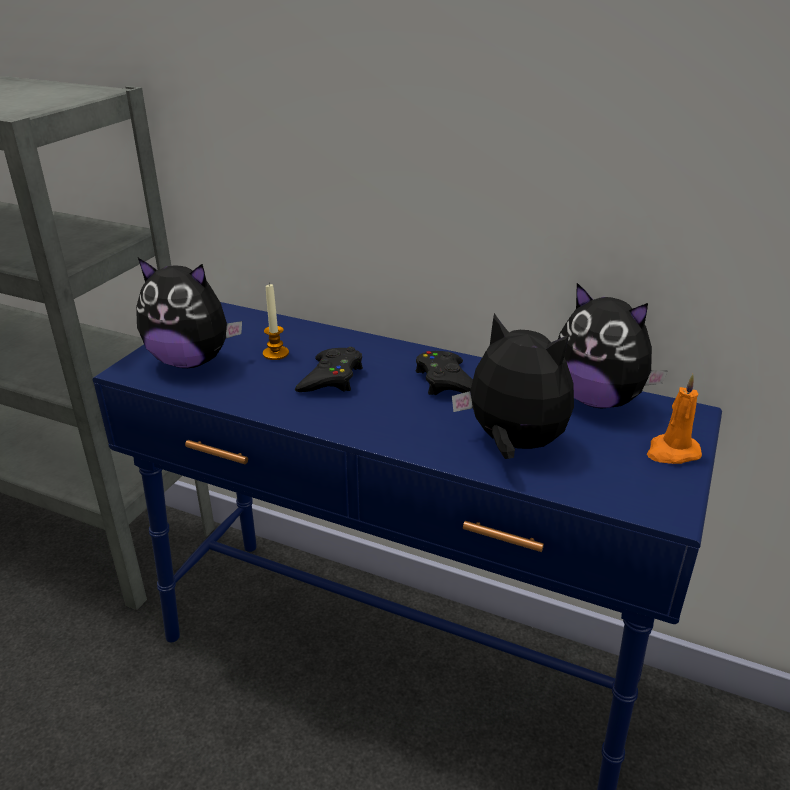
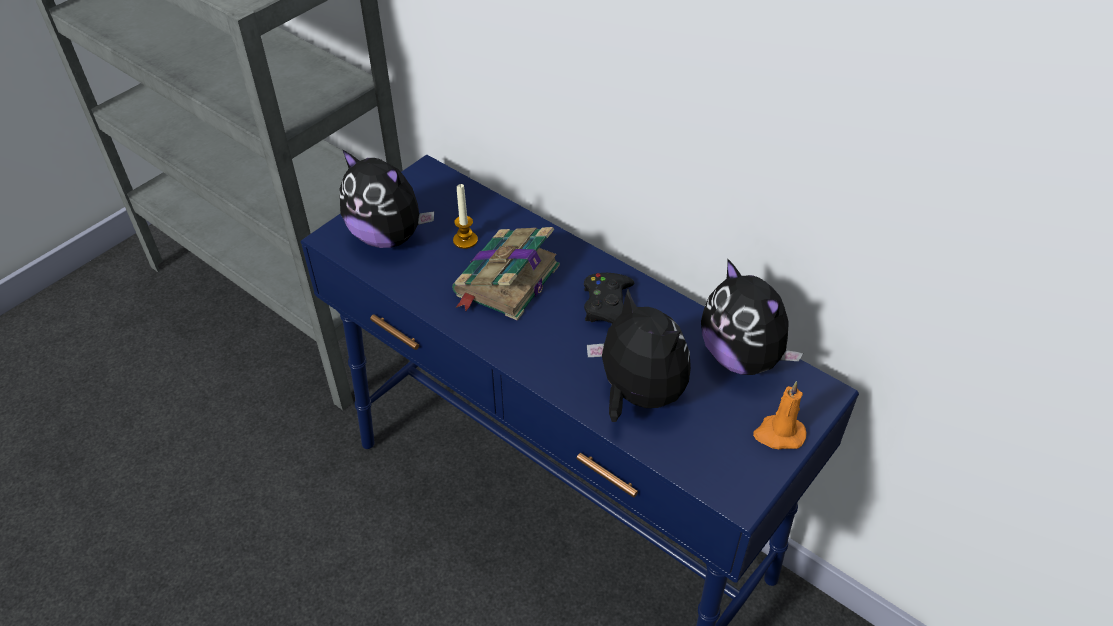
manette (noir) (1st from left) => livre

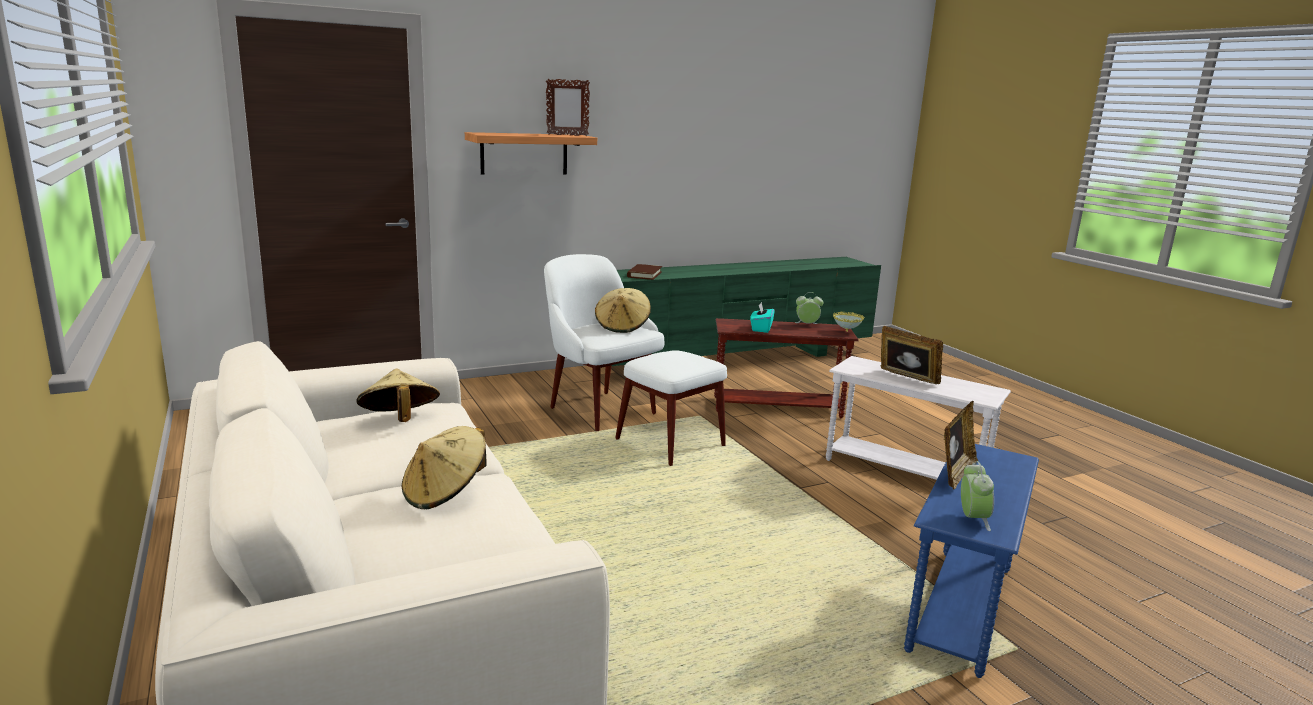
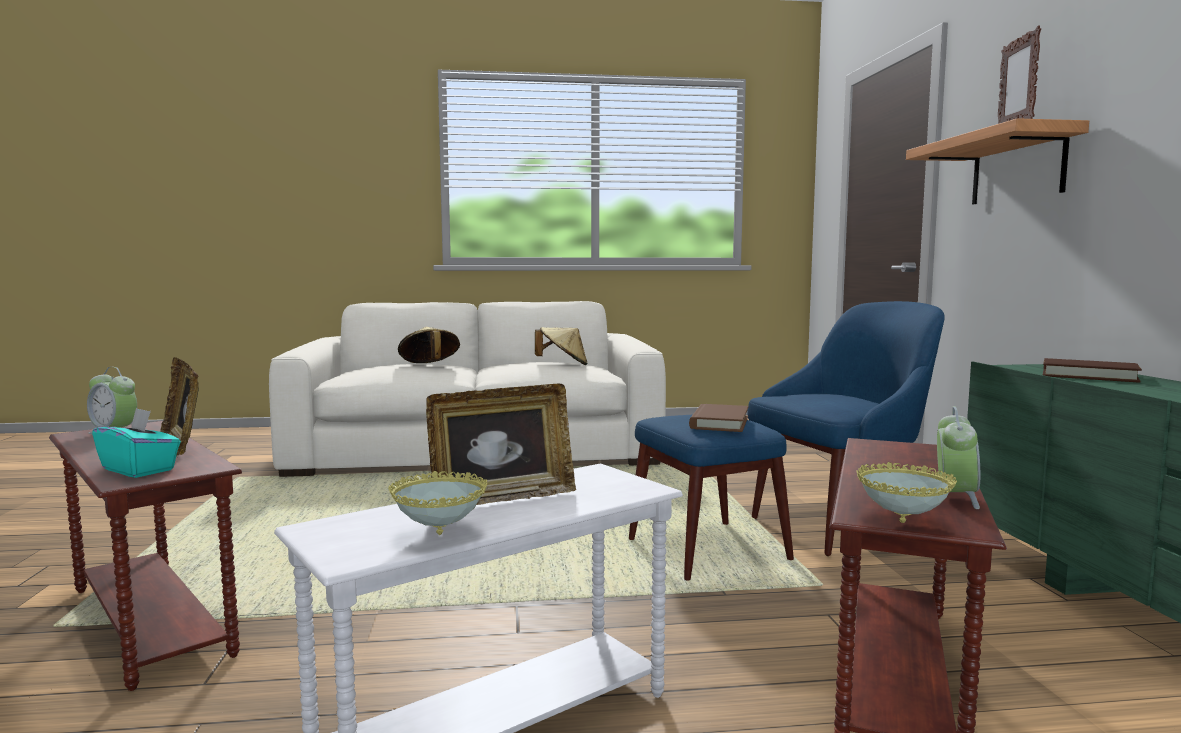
fauteuil (blanc) => fauteuil (bleu)
chapeau (beige) (3rd from left) => nothing
boîte à mouchoirs (turquoise), moved
table d'appoint (bleu) => table d'appoint (marron) (1st from left)
nothing => livre (marron) (1st from left)
nothing => bol (1st from left)

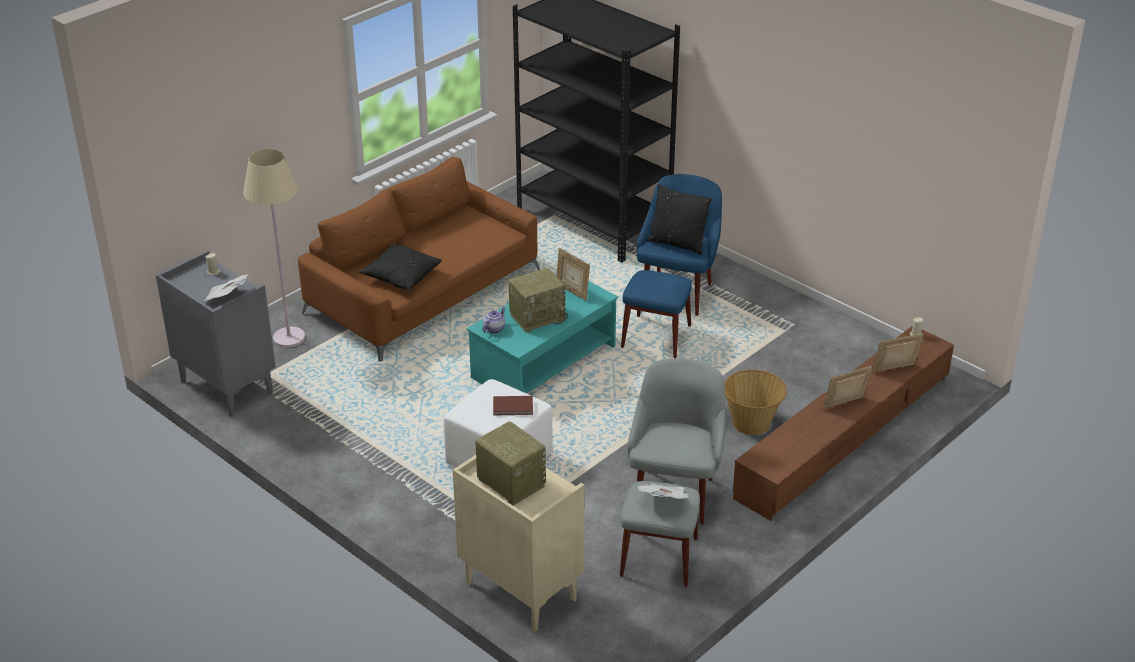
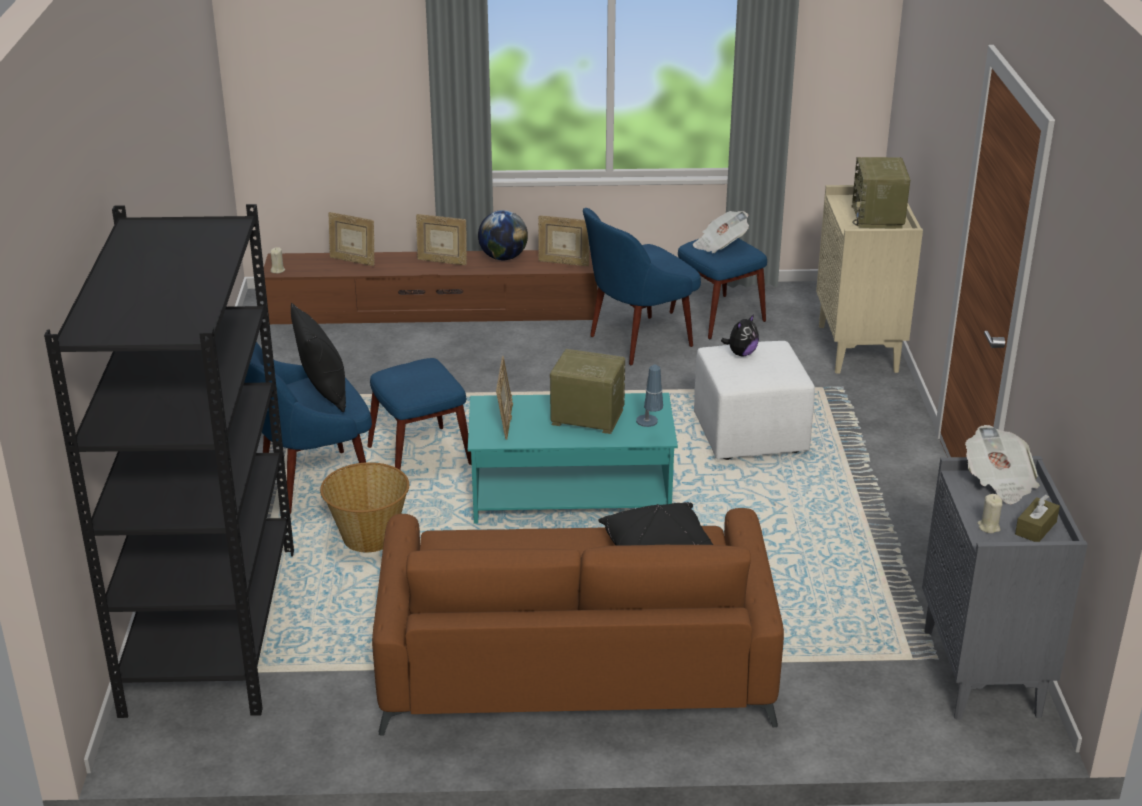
lampadaire (beige) => nothing
théière => lampe de table
fauteuil (gris) => fauteuil (bleu) (2nd from left)
panier, moved
livre (marron) => peluche
nothing => globe
nothing => cadre photo (4th from left)
nothing => boîte à mouchoirs (marron)

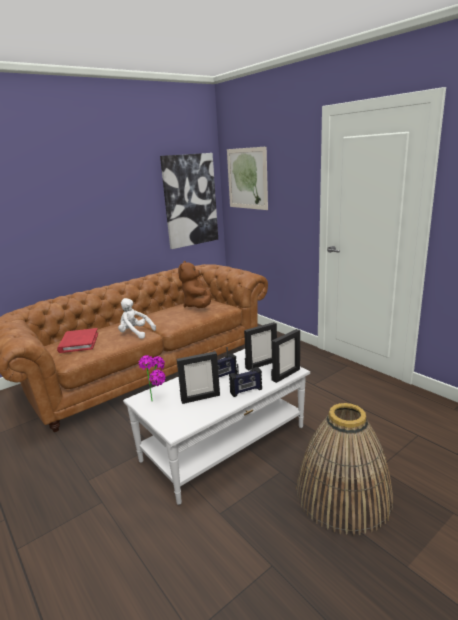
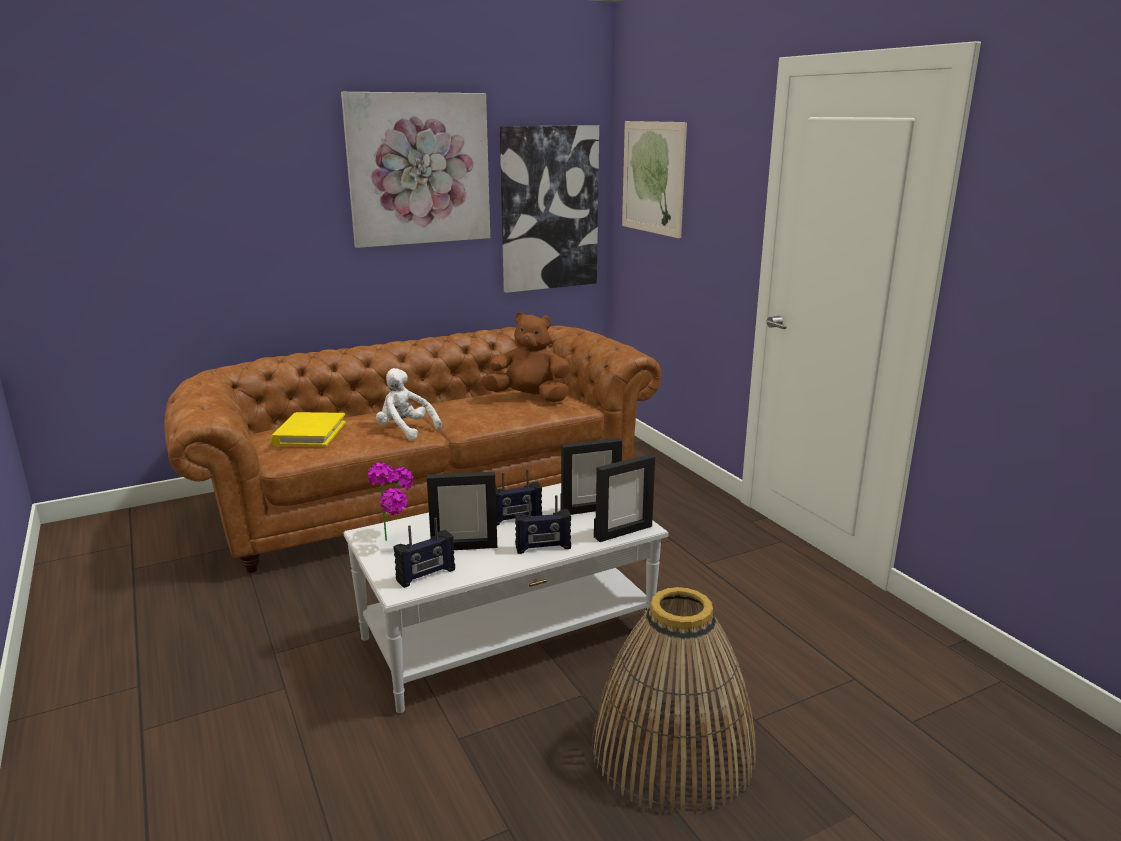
peluche (marron), 90 degrees clockwise
livre (rouge) => livre (jaune)
nothing => tableau (1st from left)
nothing => radio (1st from left)

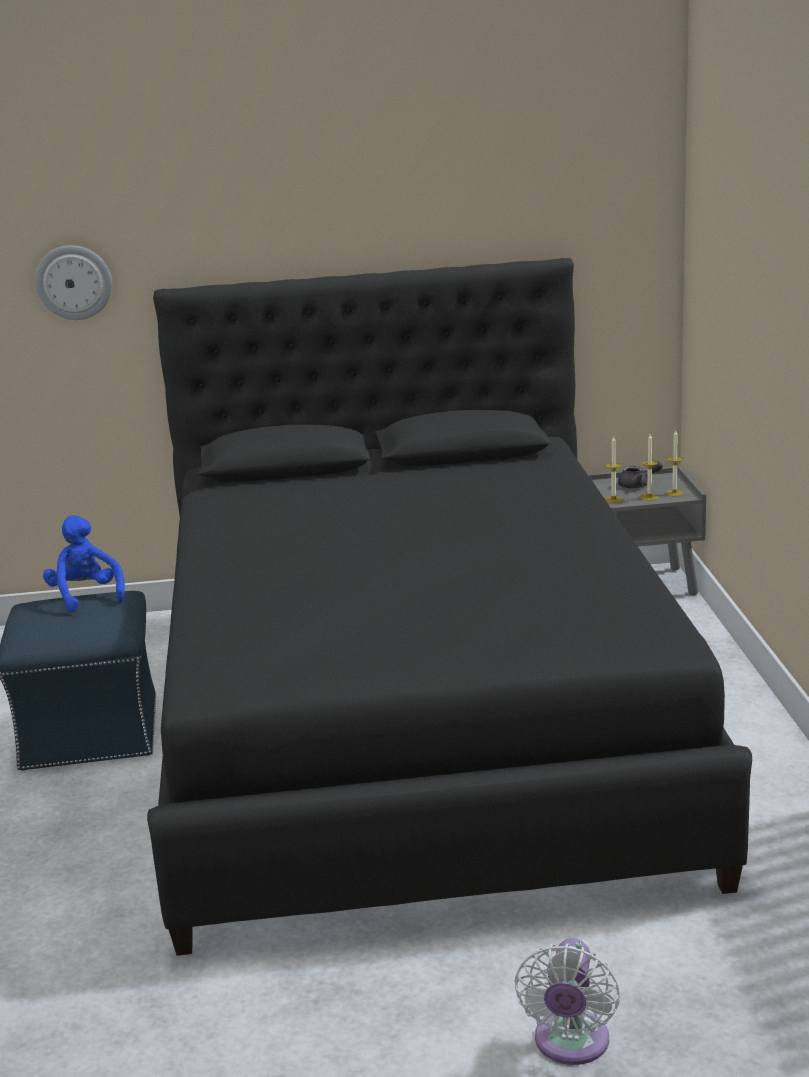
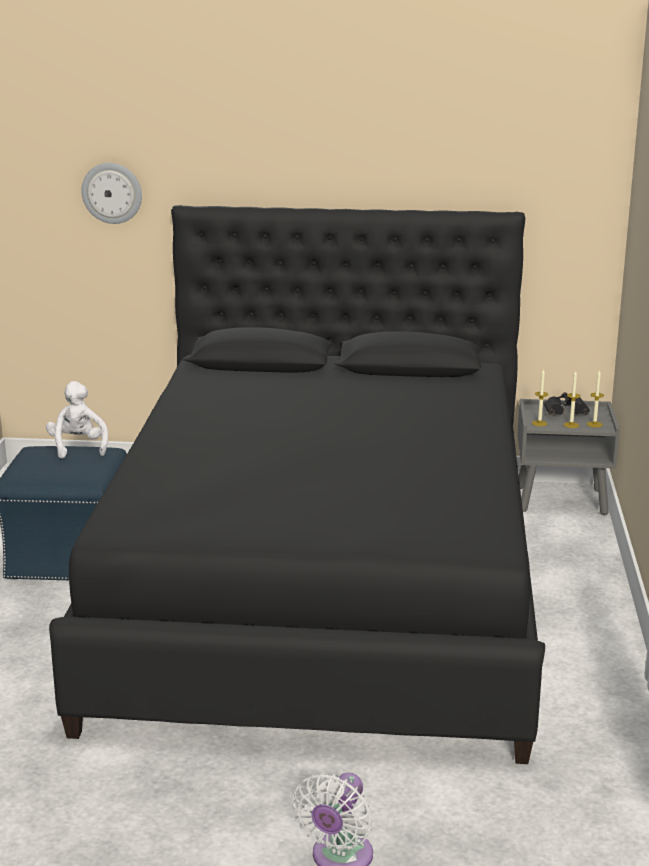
théière (gris) => jumelles (noir)
peluche (bleu) => peluche (blanc)

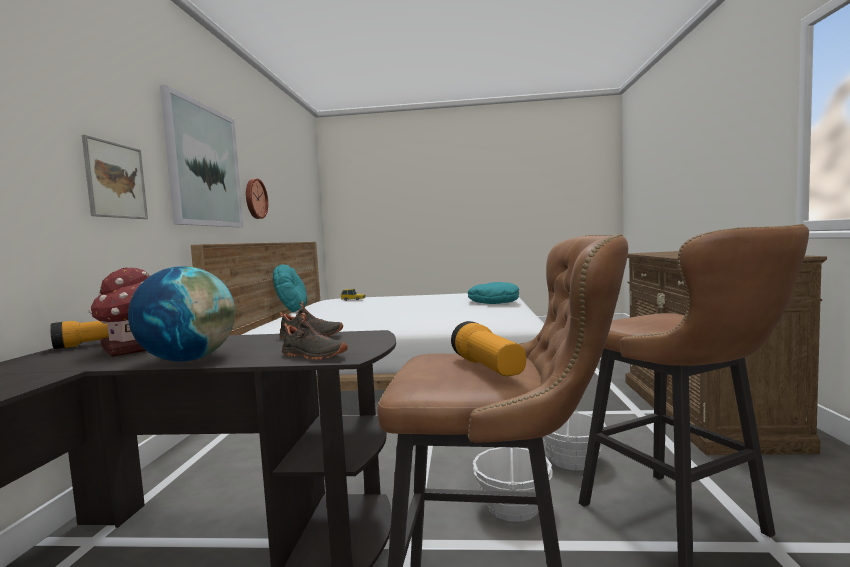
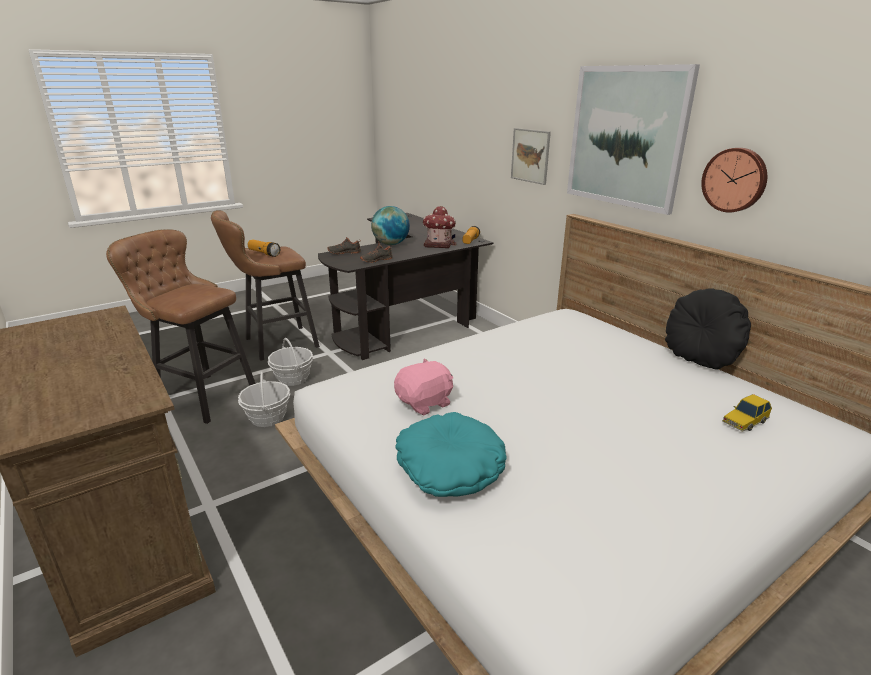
coussin (turquoise) (1st from left) => coussin (noir)
nothing => peluche (rose)

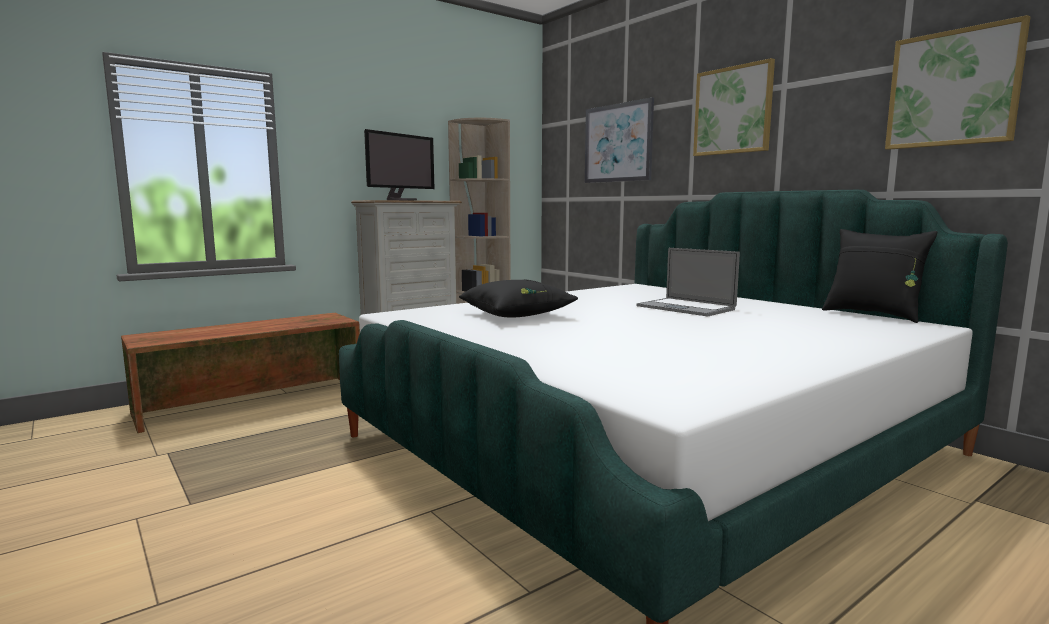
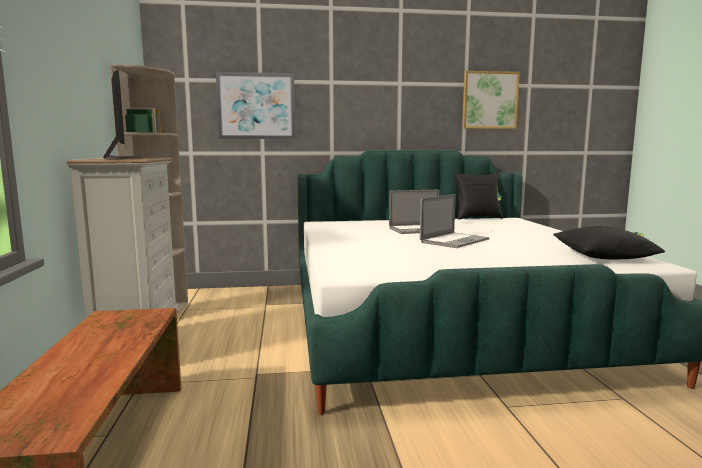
tableau (2nd from left) => nothing
coussin (noir) (1st from left in the first image) => coussin (noir) (2nd from left), moved
nothing => ordinateur portable (2nd from left)

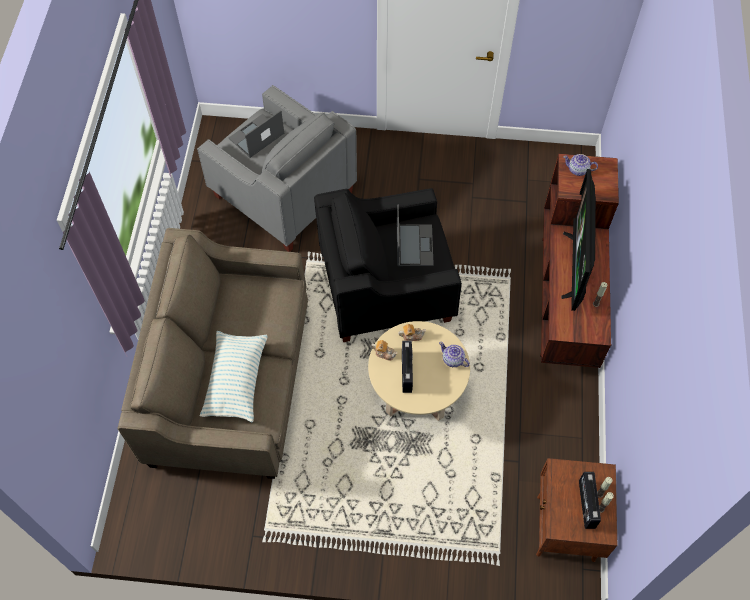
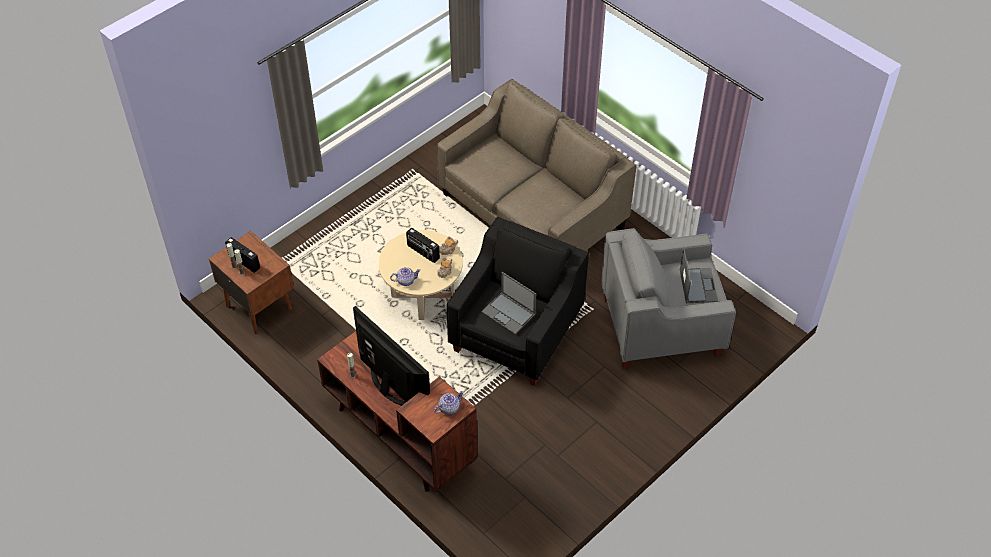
coussin => nothing

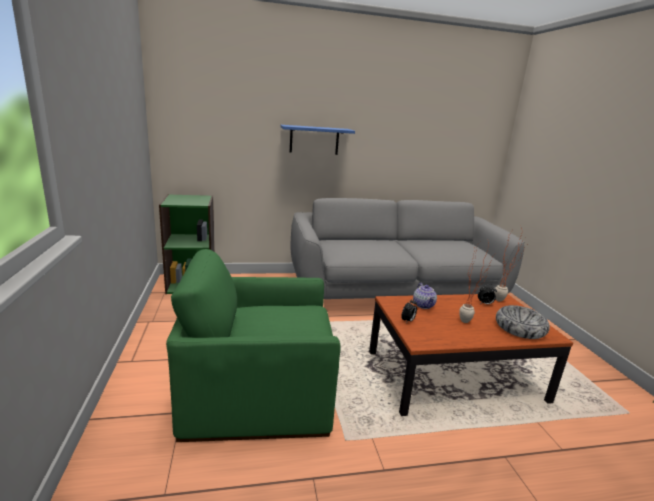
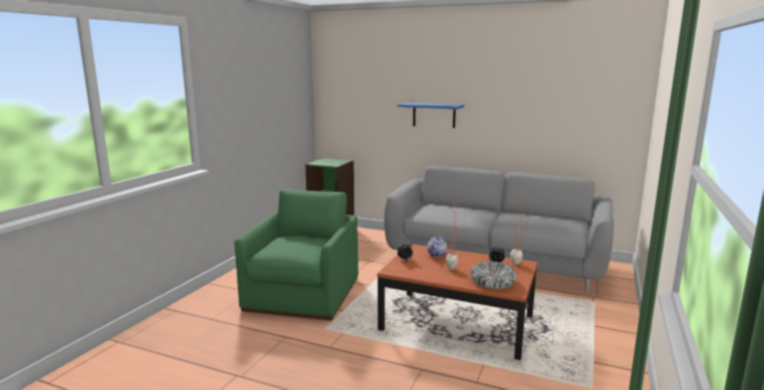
fauteuil (vert), 75 degrees clockwise

